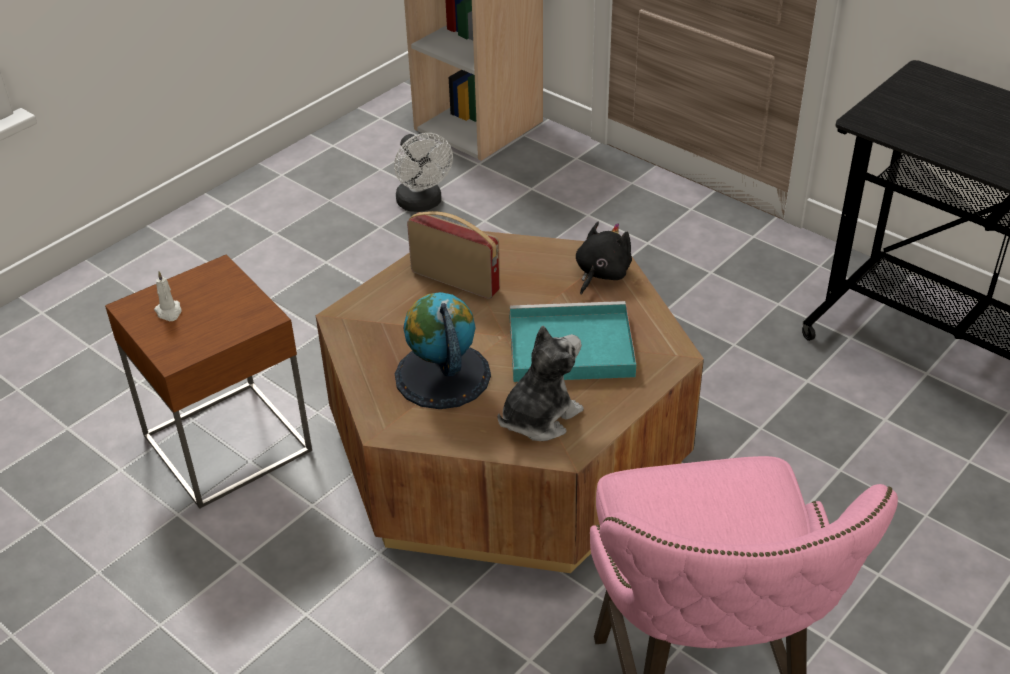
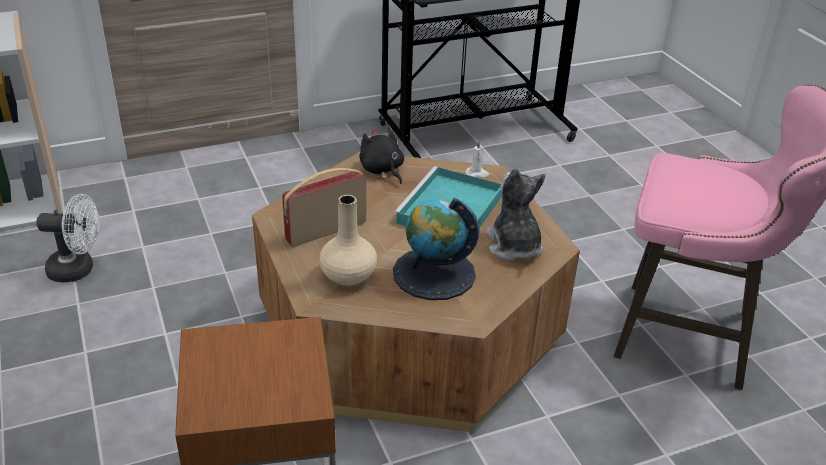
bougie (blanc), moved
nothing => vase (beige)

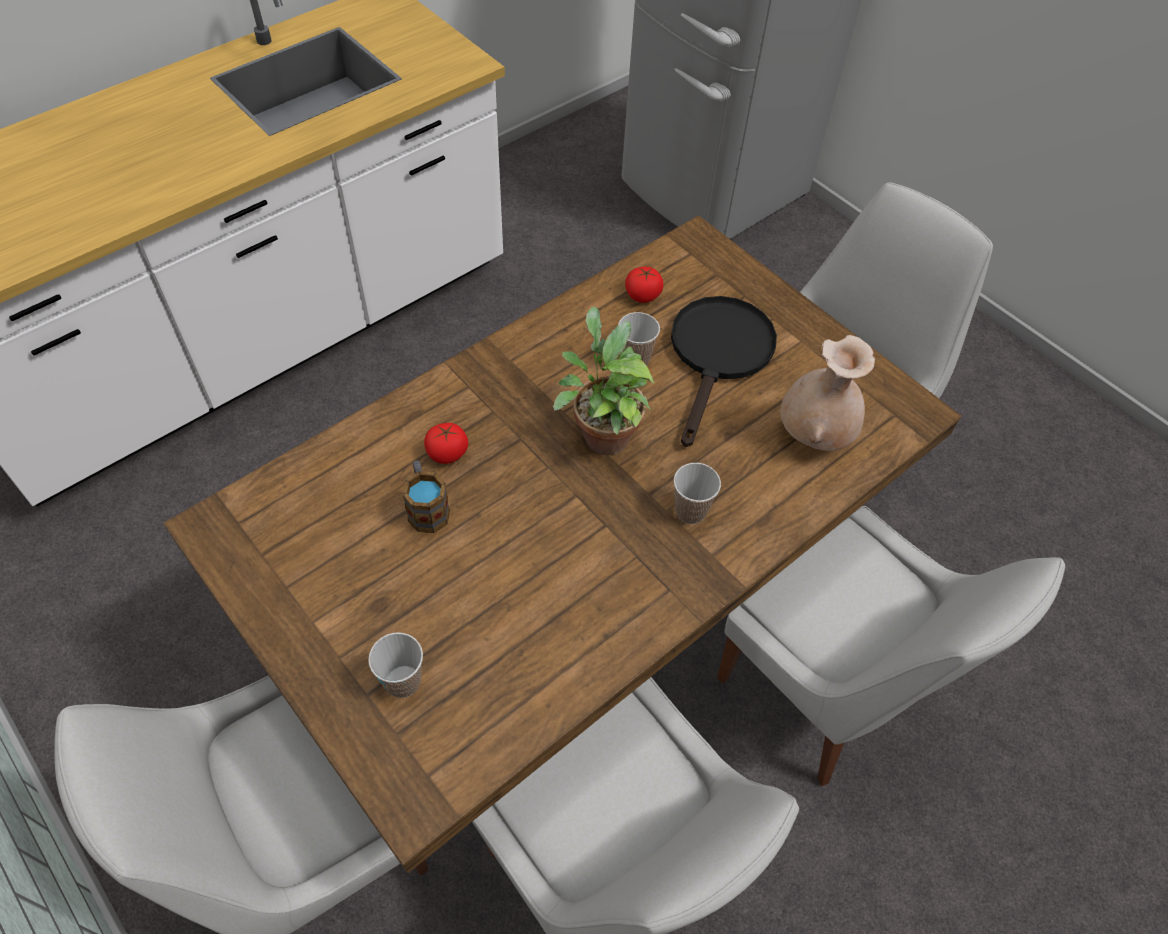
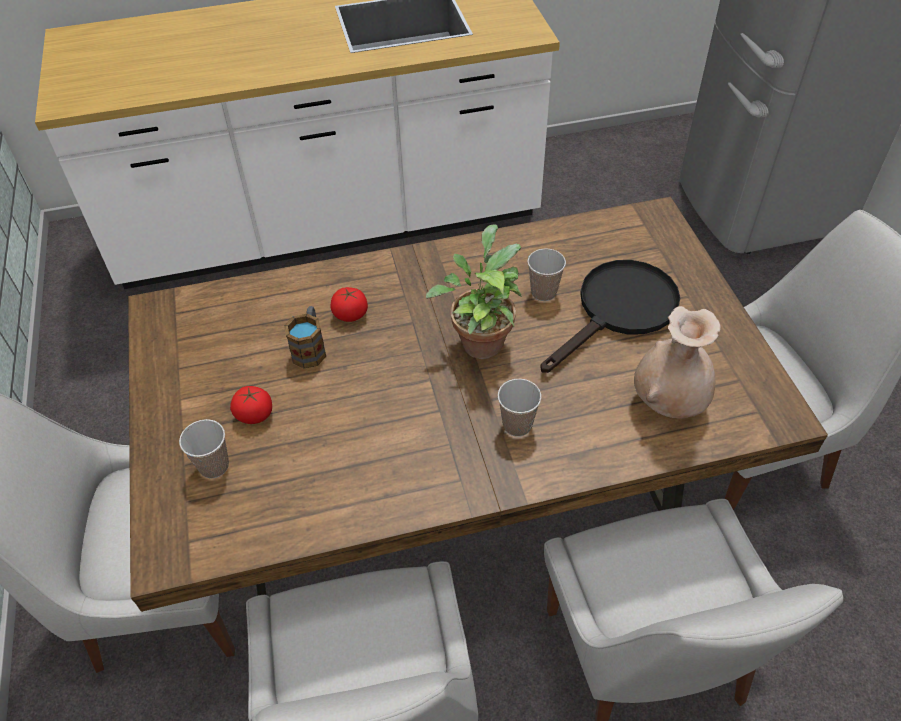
tomate (2nd from left in the first image) => tomate (1st from left), moved

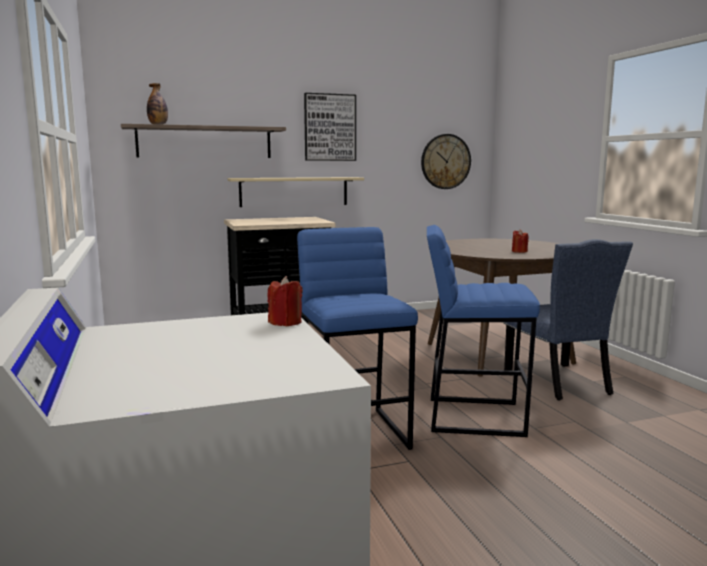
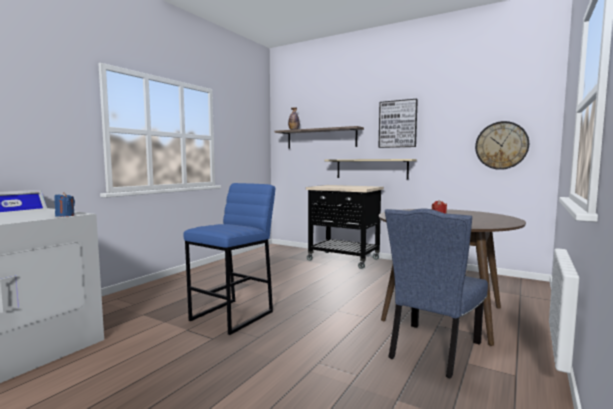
tabouret (bleu) (2nd from left) => nothing
bougie (rouge) (1st from left) => bougie (bleu)

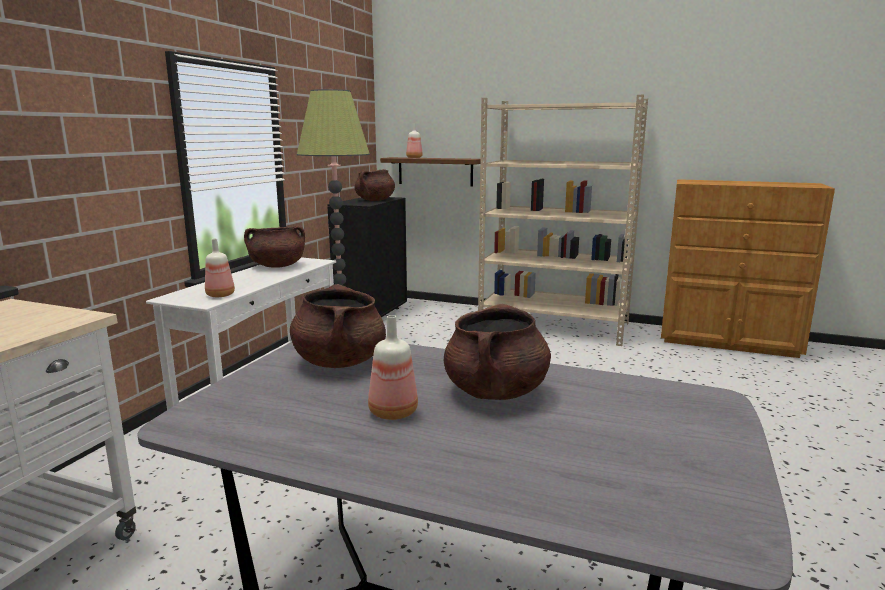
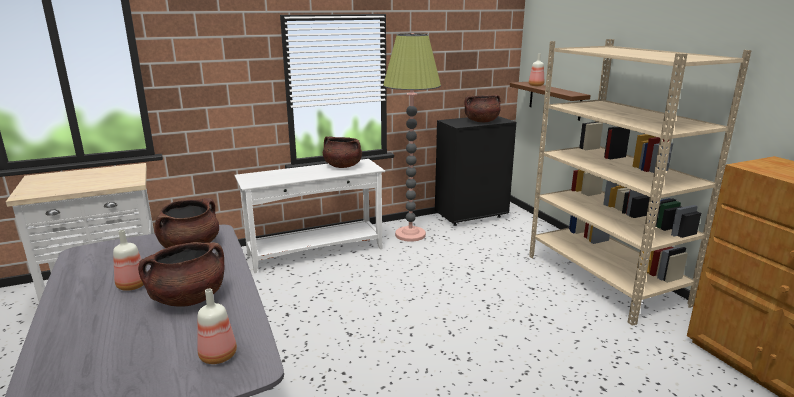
bouteille (1st from left in the first image) => bouteille (2nd from left), moved

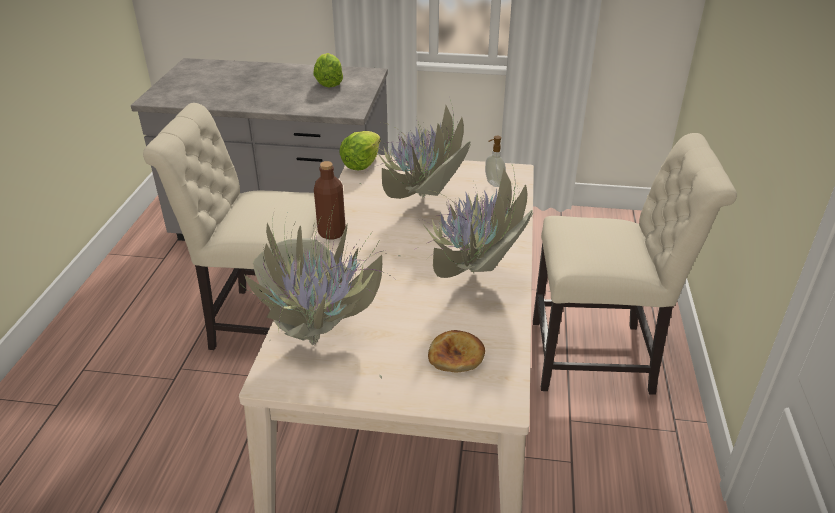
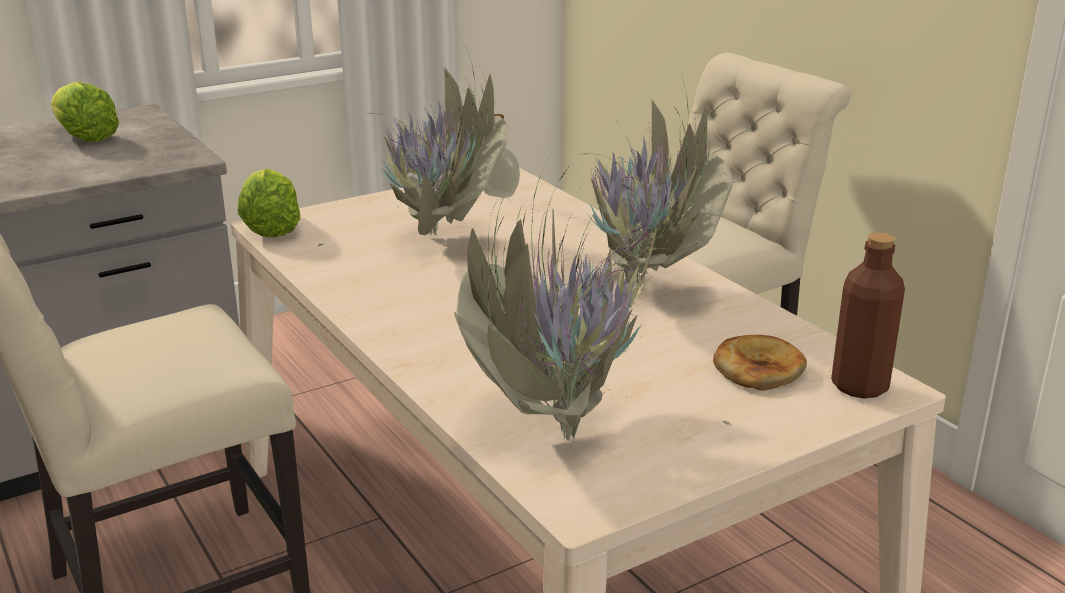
bouteille (marron), moved

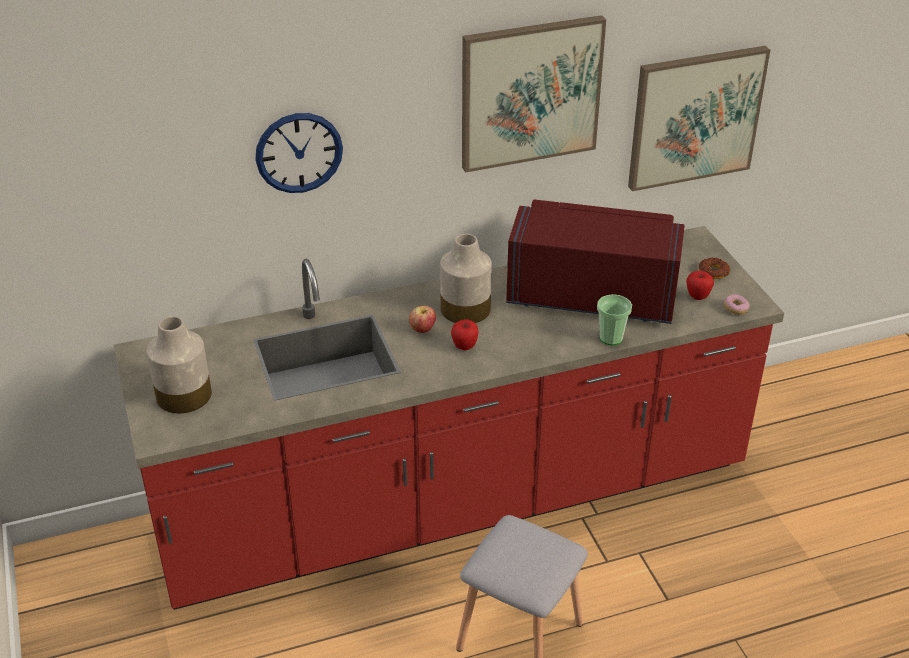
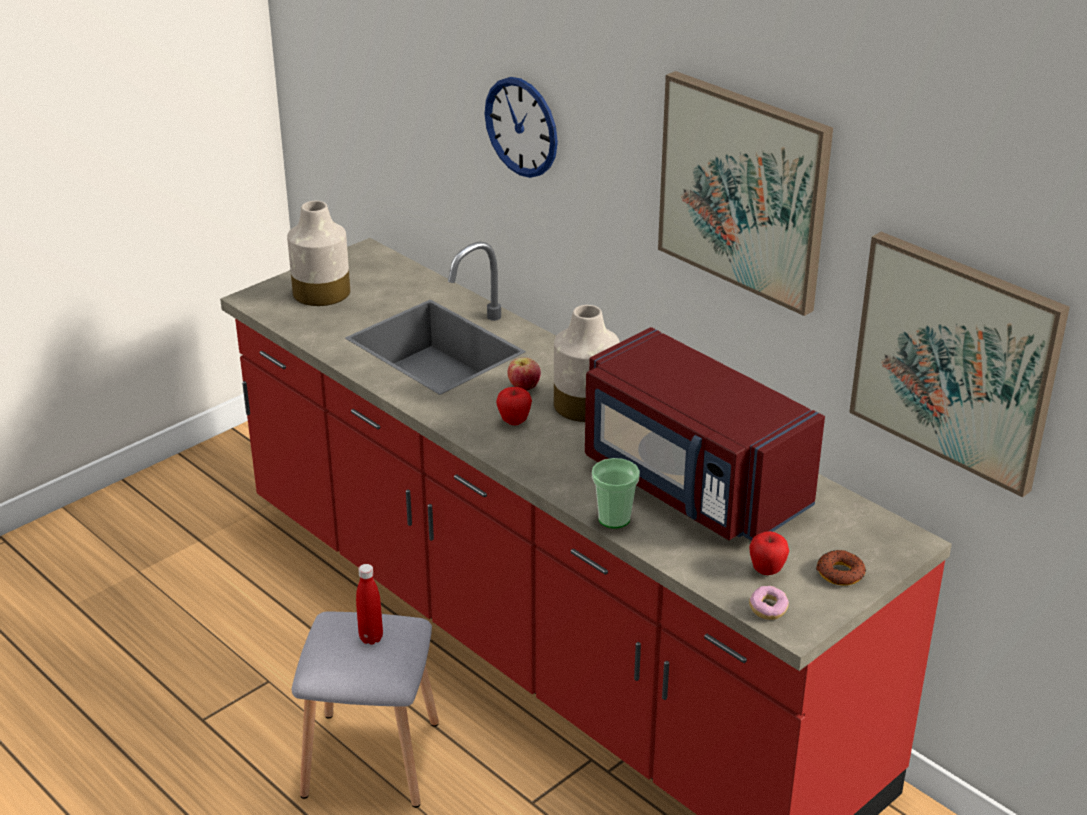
micro-ondes (rouge), 150 degrees clockwise
nothing => bouteille (rouge)

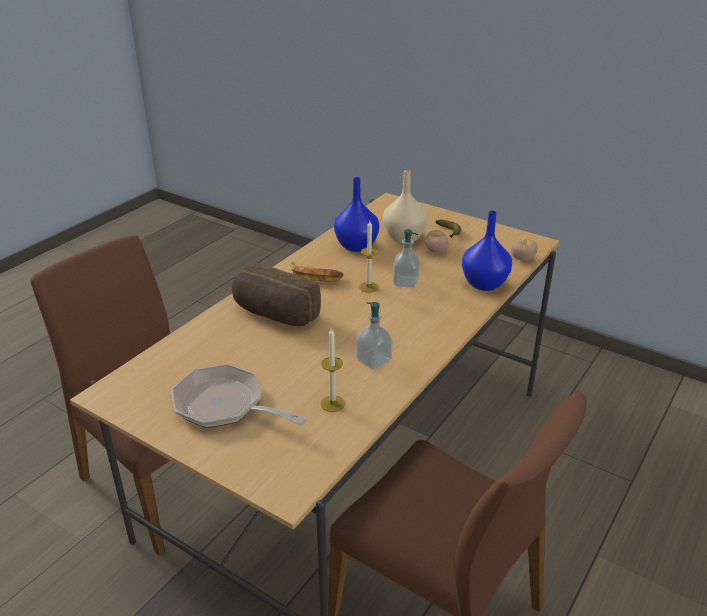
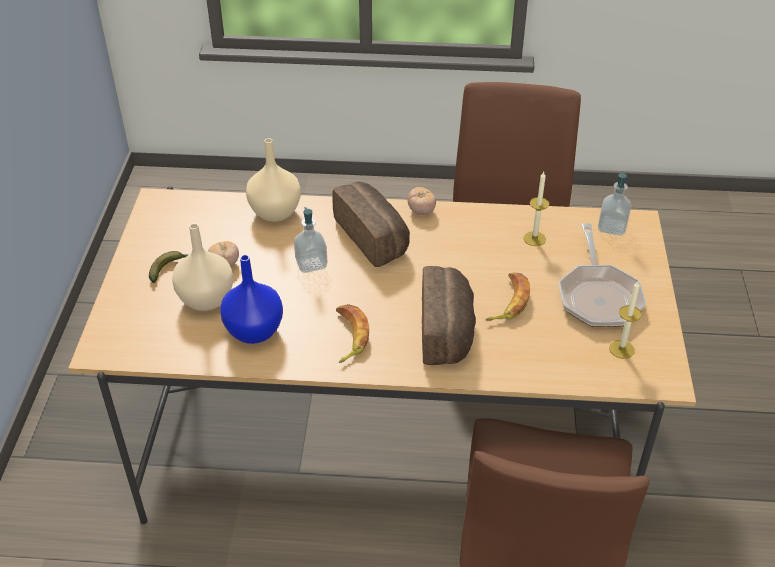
vase (bleu) (2nd from left) => vase (beige) (2nd from left)
bougie (2nd from left), moved
tomate (2nd from left), moved
distributeur de savon (1st from left in the first image) => distributeur de savon (2nd from left), moved
nothing => pain (1st from left)
nothing => banane (3rd from left)

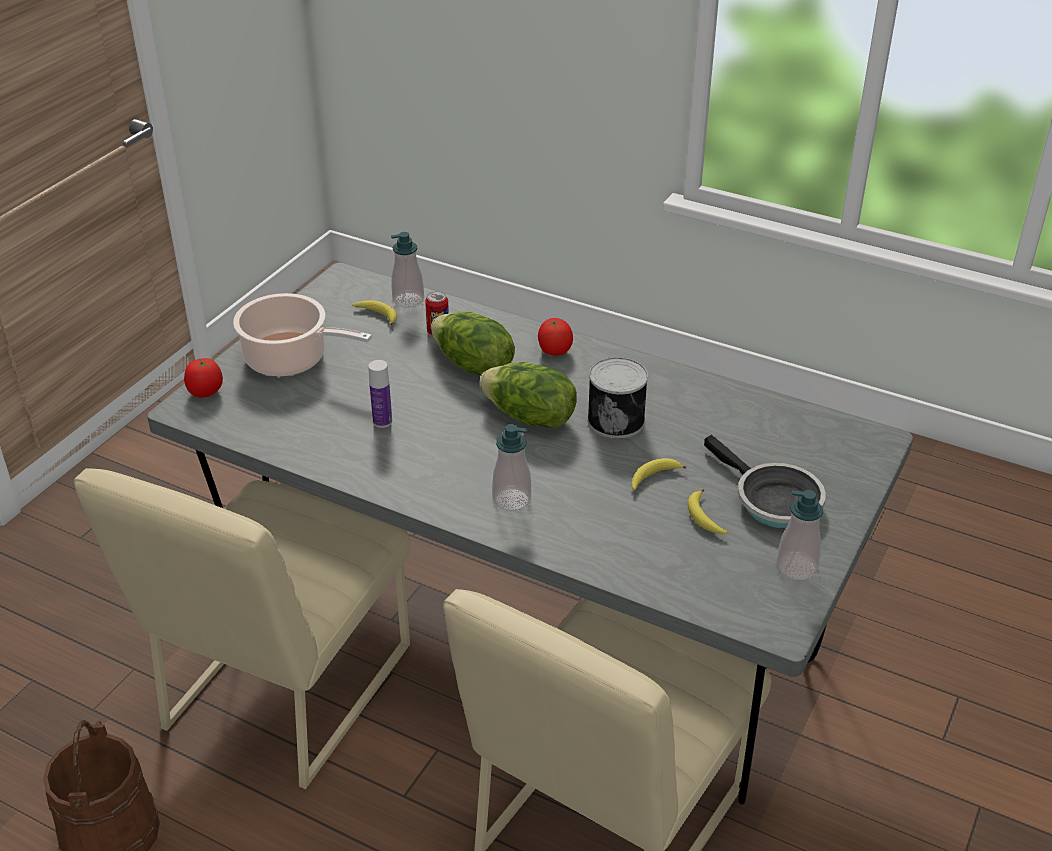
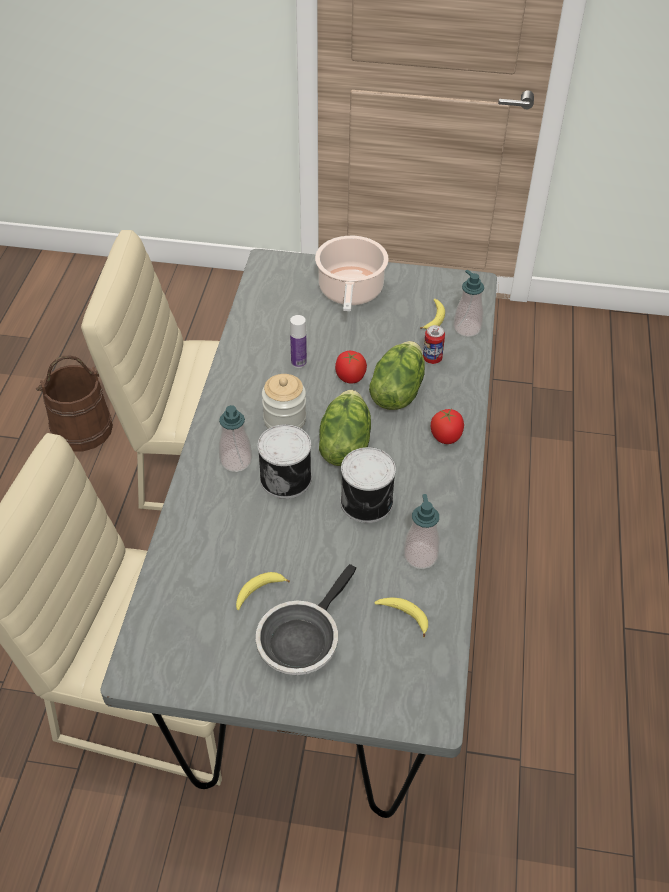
tomate (1st from left), moved
banane (2nd from left), moved
distributeur de savon (3rd from left in the first image) => distributeur de savon (2nd from left), moved
nothing => bocal
nothing => boîte métallique (1st from left)

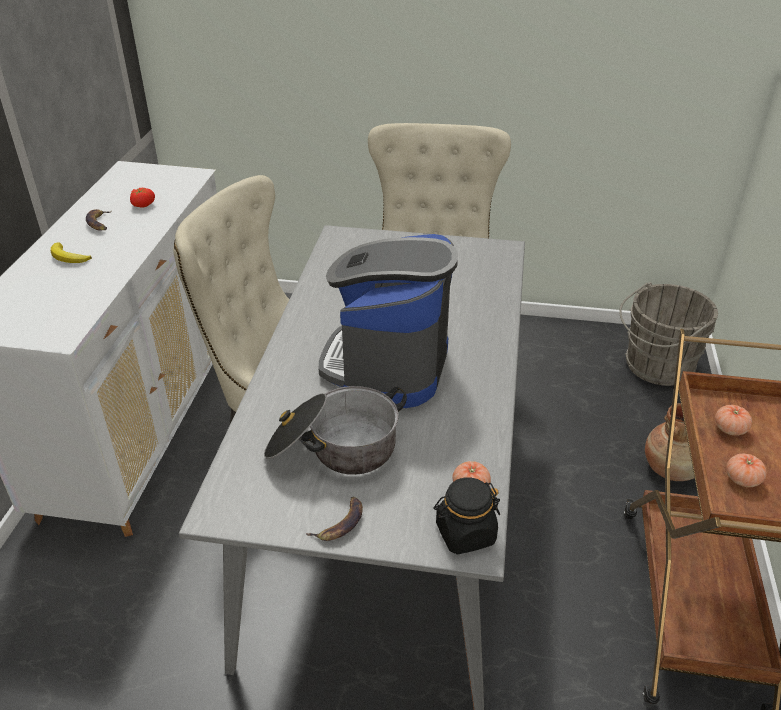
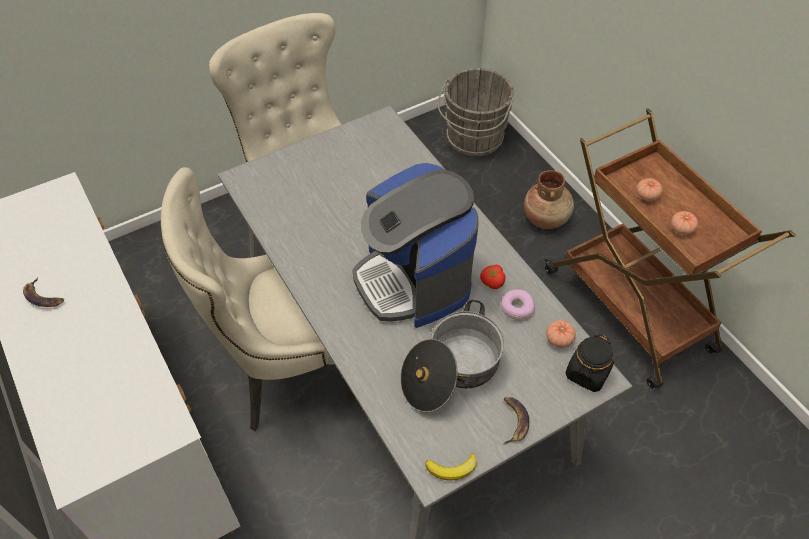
tomate (1st from left), moved
banane (1st from left in the first image) => banane (2nd from left), moved
nothing => beignet

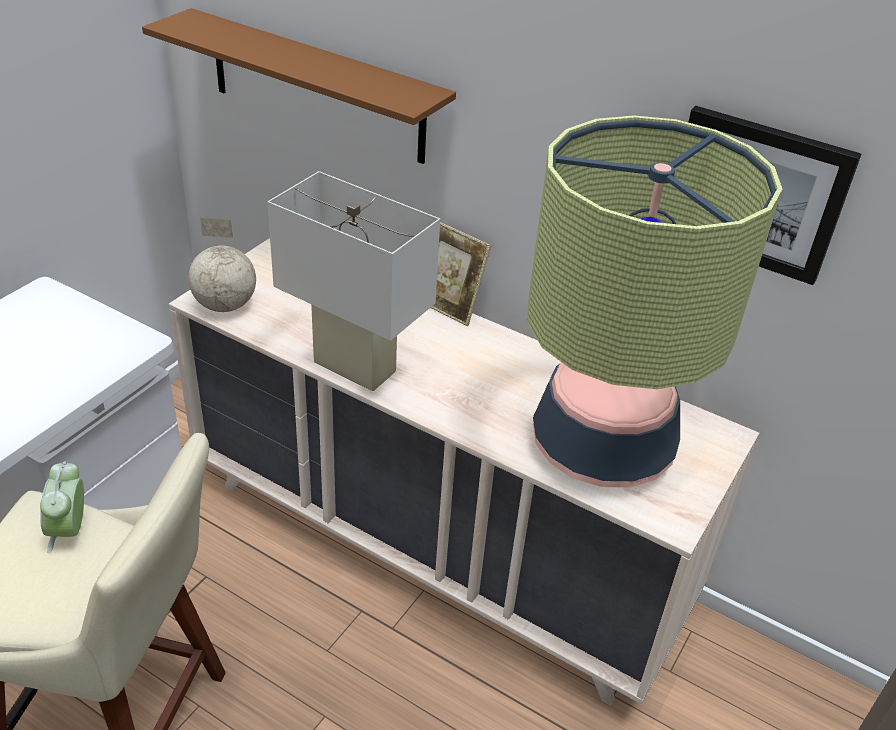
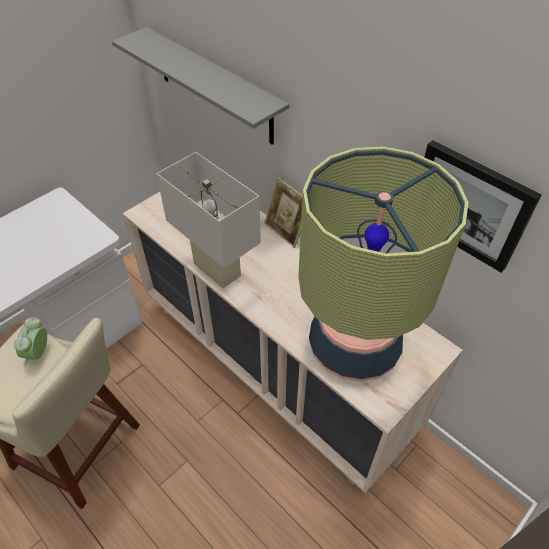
étagère (marron) => étagère (gris)
globe => nothing

